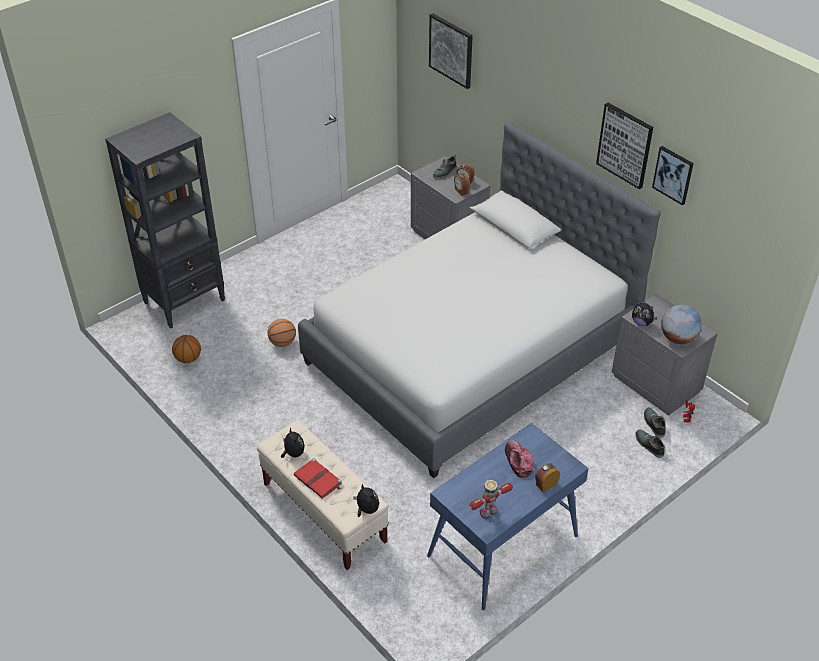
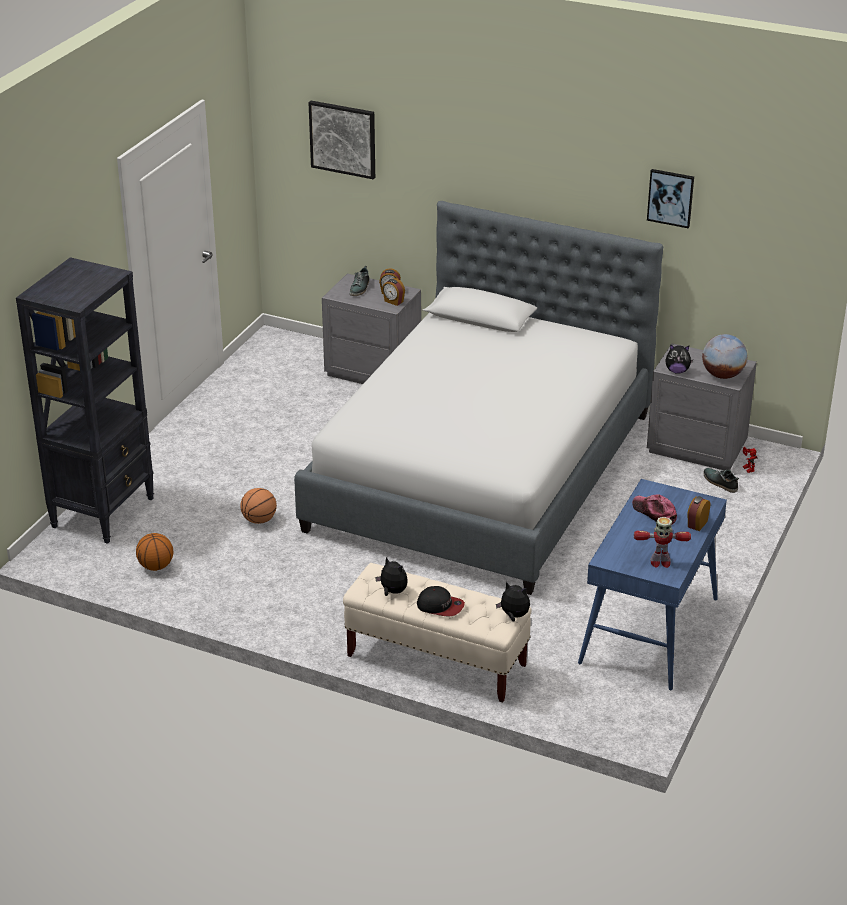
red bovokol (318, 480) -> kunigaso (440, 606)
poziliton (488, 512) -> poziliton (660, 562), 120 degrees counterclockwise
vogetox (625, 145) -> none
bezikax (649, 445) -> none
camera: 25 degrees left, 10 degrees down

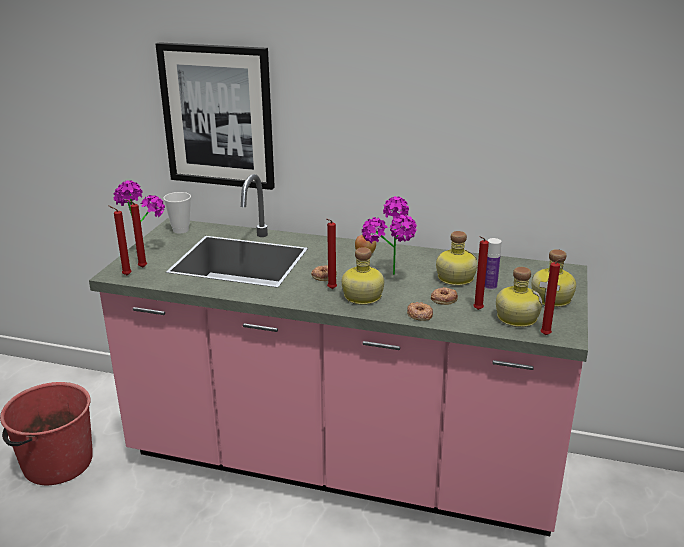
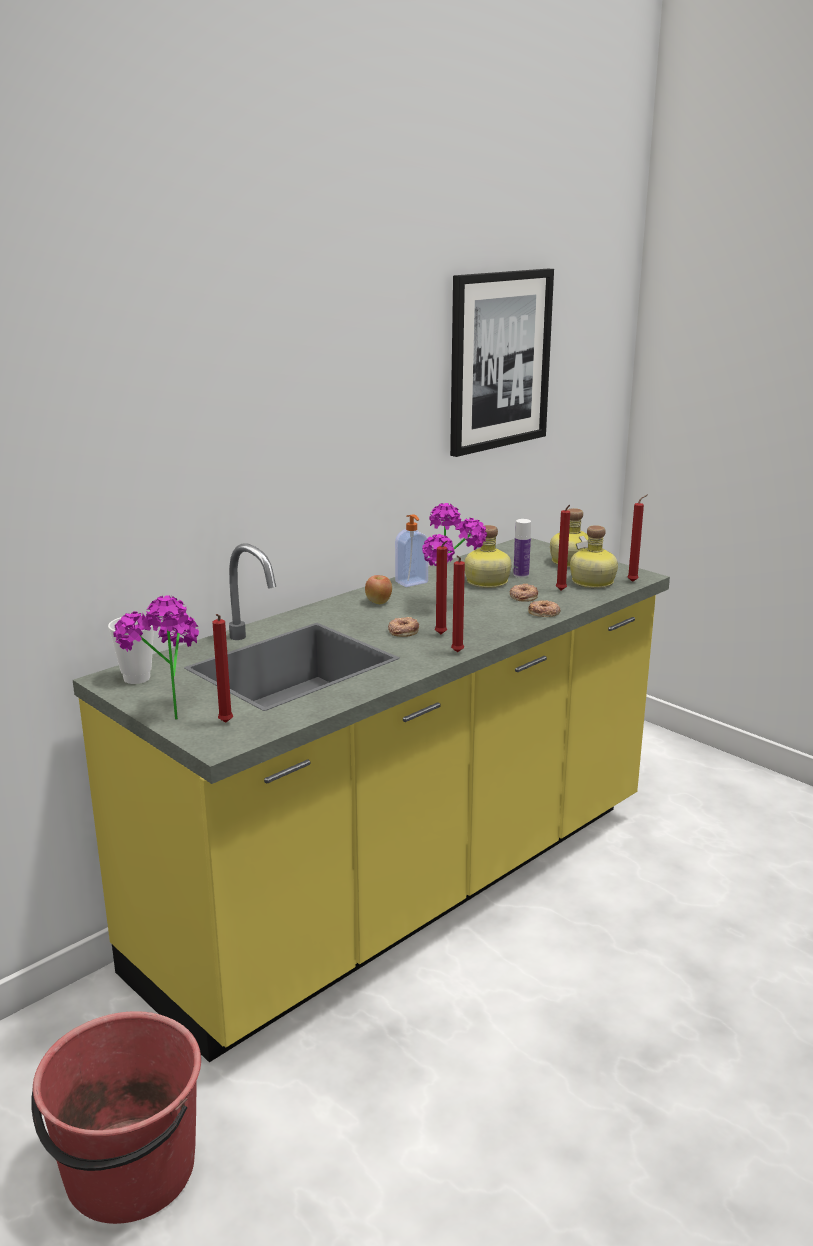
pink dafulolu (342, 464) -> yellow dafulolu (406, 889)
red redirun (125, 275) -> red redirun (456, 653), moved
vogetox (218, 116) -> vogetox (499, 360), moved
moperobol (361, 297) -> none
none -> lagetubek (412, 582)
camera: 60 degrees left, 5 degrees down

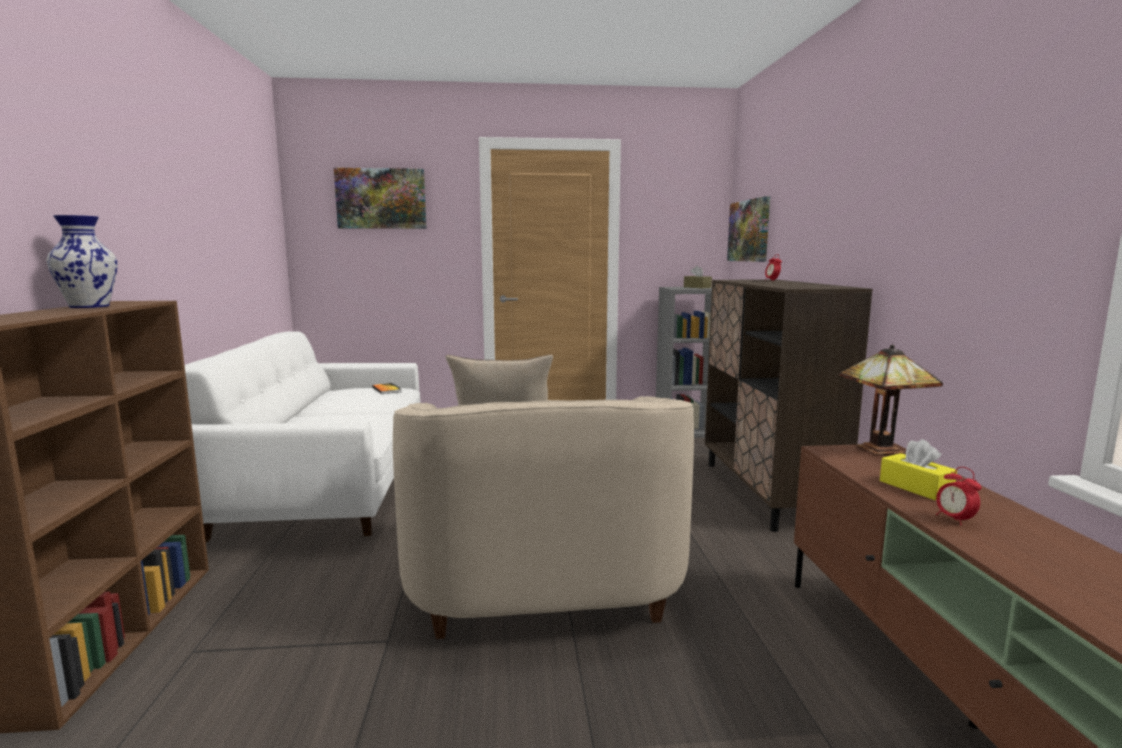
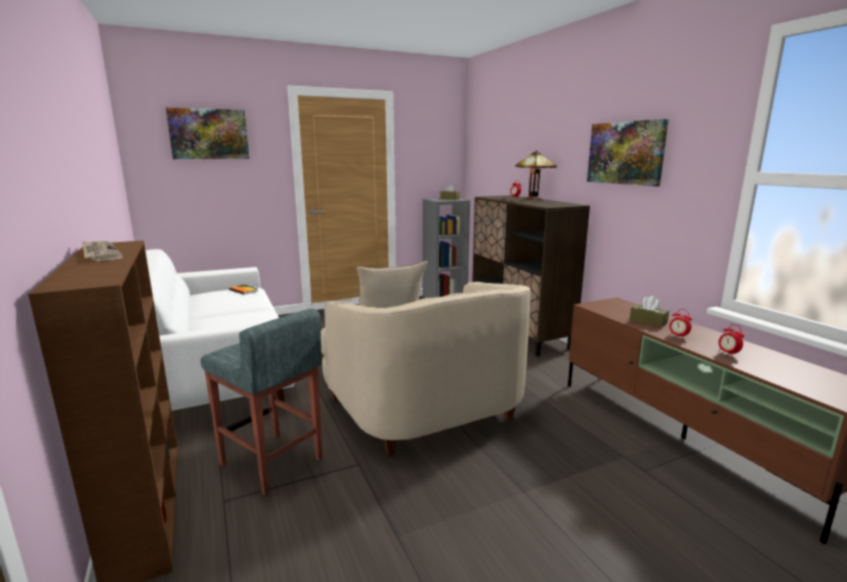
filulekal (89, 306) -> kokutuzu (100, 253)
vogetox (749, 231) -> vogetox (625, 153), moved
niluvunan (881, 449) -> niluvunan (533, 199), moved
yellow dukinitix (915, 487) -> brown dukinitix (648, 322)
none -> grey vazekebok (272, 462)
none -> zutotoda (728, 353)
camera: 20 degrees left, 5 degrees up

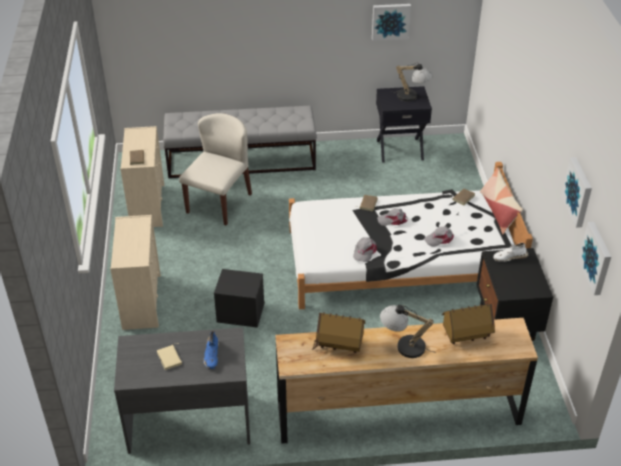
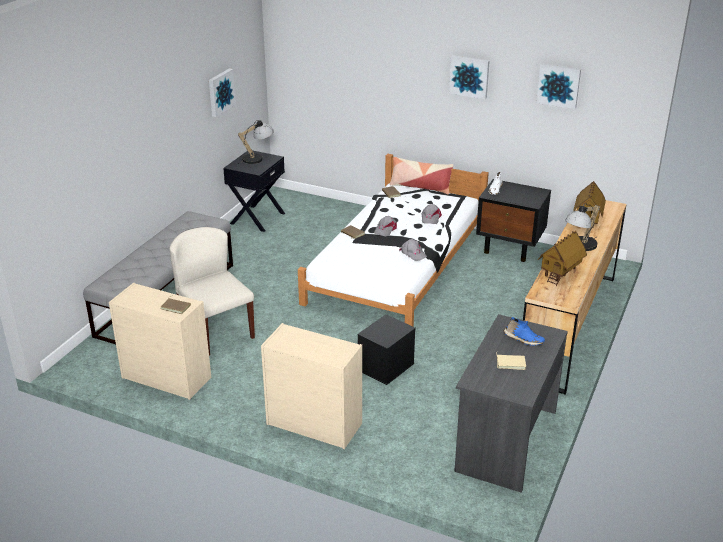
vogetox (597, 258) -> vogetox (469, 76), moved
camera: 60 degrees left, 10 degrees down

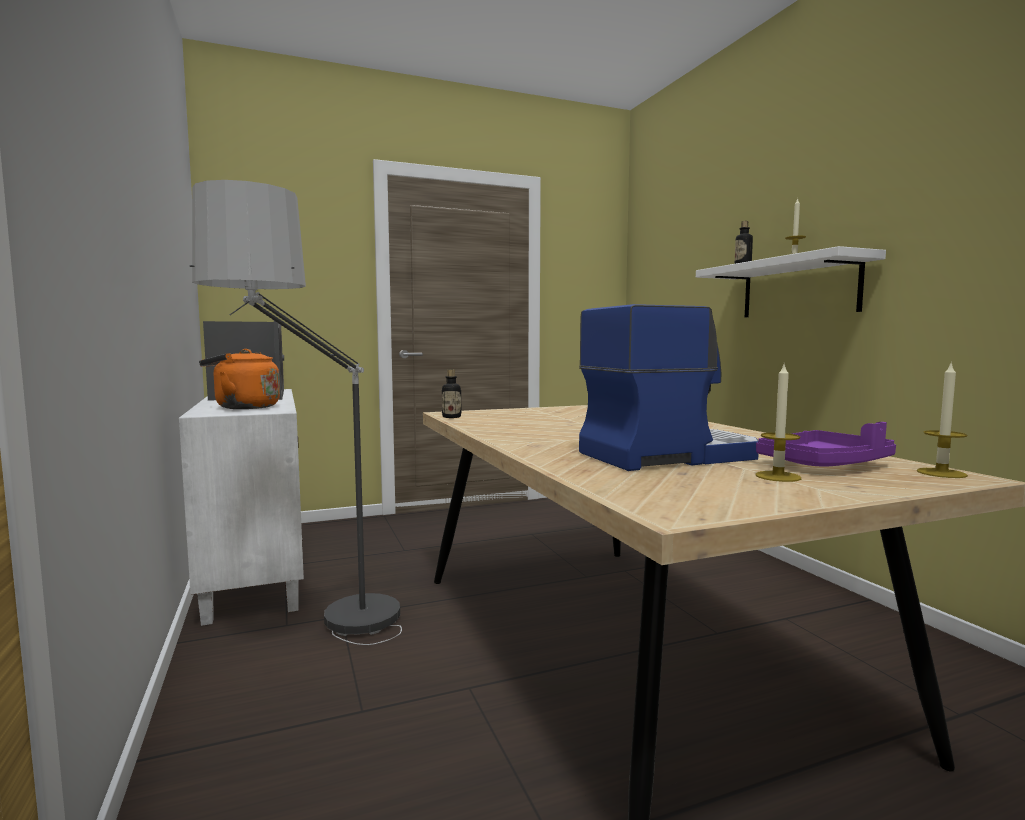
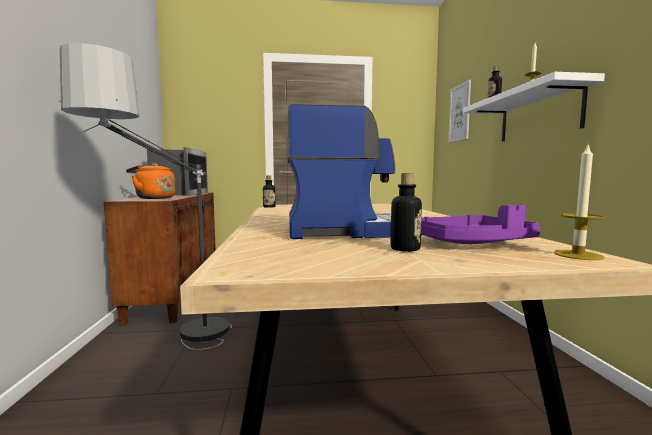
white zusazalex (255, 565) -> brown zusazalex (175, 294)
redirun (778, 476) -> moperobol (405, 249)
none -> vogetox (459, 113)
camera: 15 degrees right, 0 degrees up

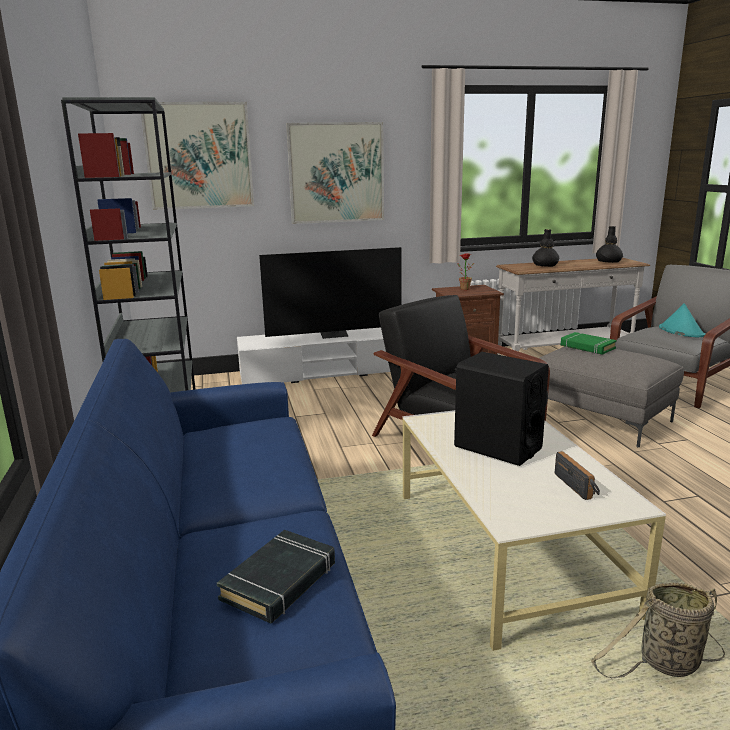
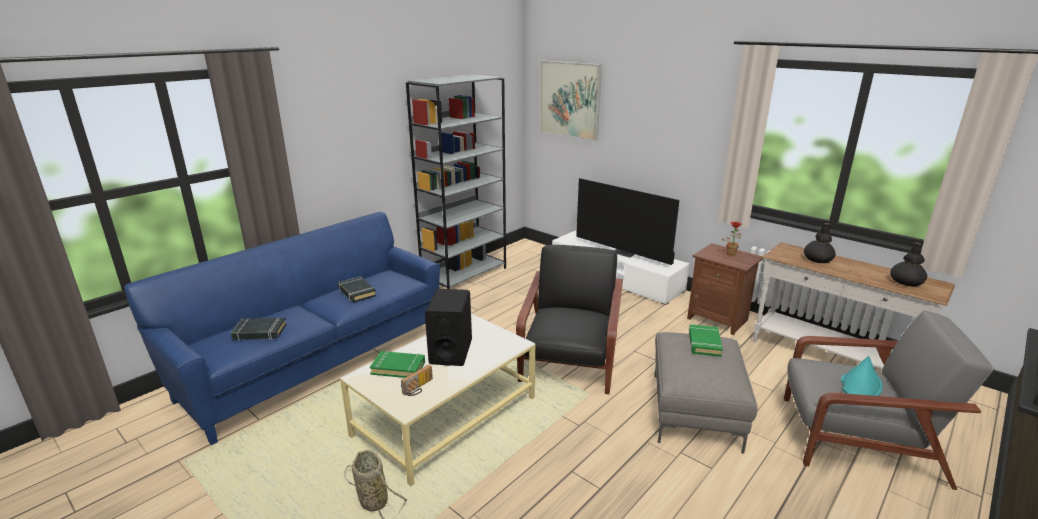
vogetox (336, 173) -> none
none -> black bovokol (356, 292)
none -> green bovokol (398, 368)
camera: 55 degrees right, 5 degrees up

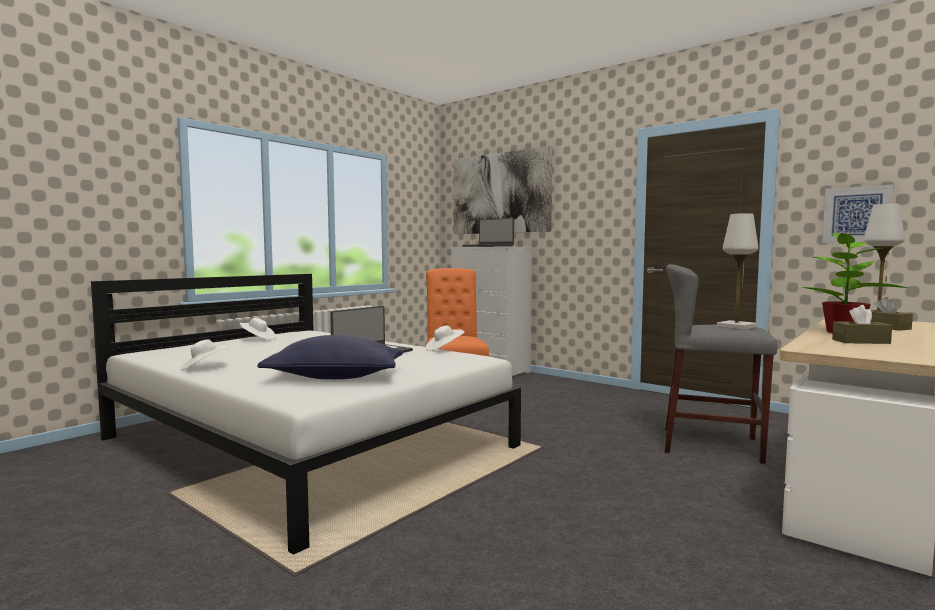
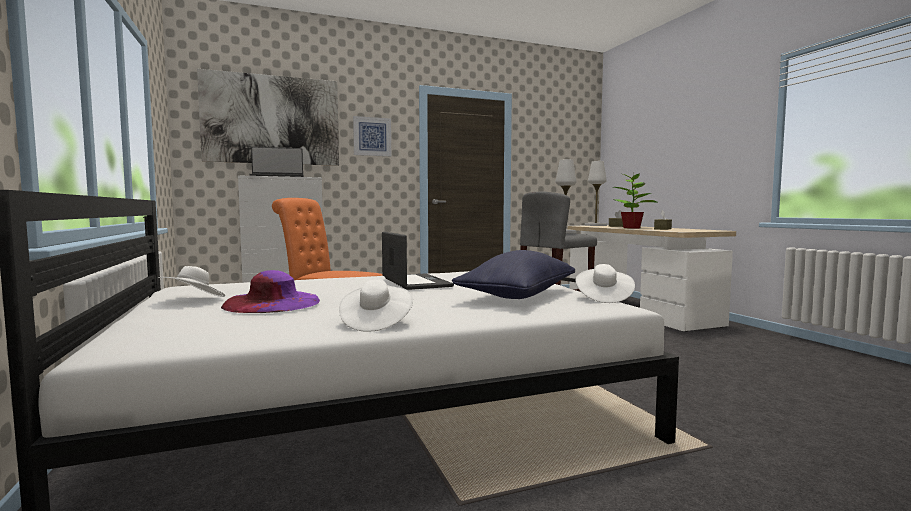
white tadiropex (444, 349) -> white tadiropex (603, 298), moved
vogetox (856, 214) -> vogetox (372, 136), moved
none -> purple tadiropex (272, 303)
camera: 60 degrees left, 0 degrees up

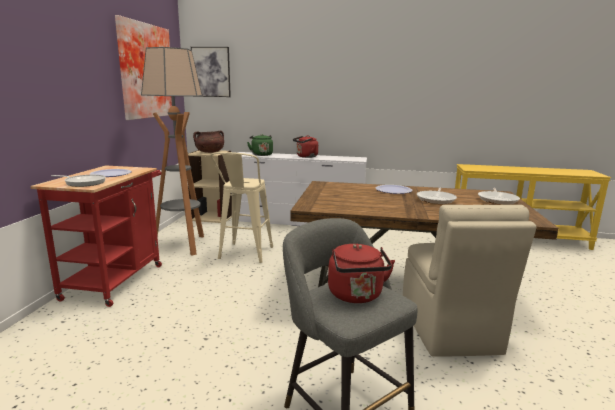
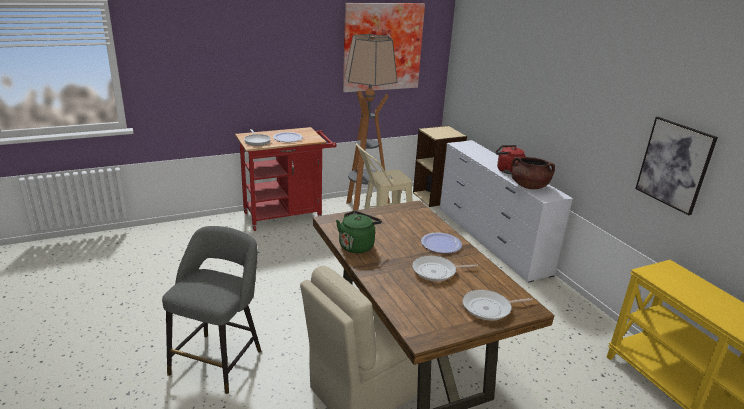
vogetox (211, 72) -> vogetox (674, 164), moved
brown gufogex (210, 152) -> brown gufogex (529, 186), moved
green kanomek (261, 154) -> green kanomek (357, 245), moved
red kanomek (356, 296) -> none
camera: 55 degrees right, 10 degrees up

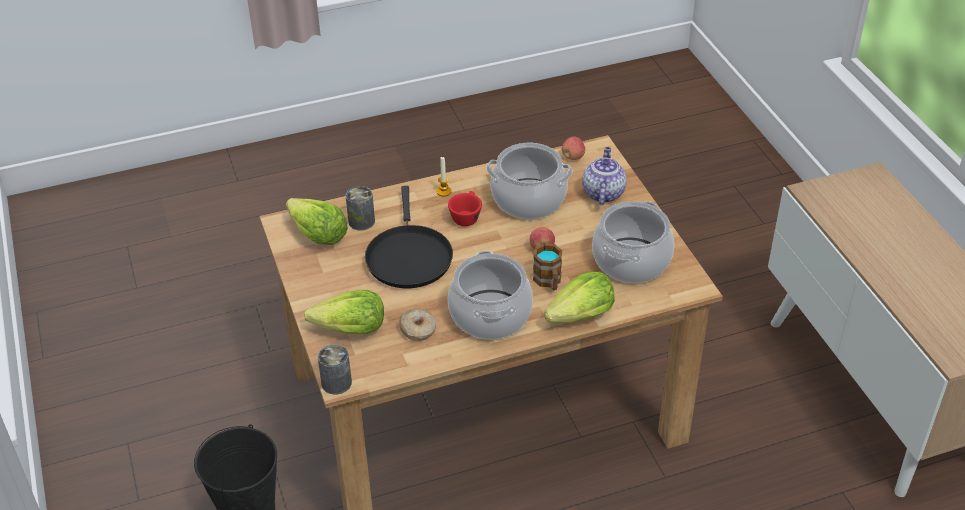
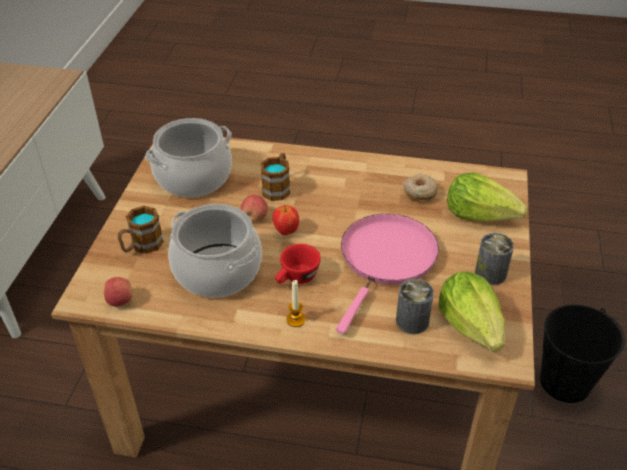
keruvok (336, 383) -> keruvok (490, 274), moved
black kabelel (408, 257) -> pink kabelel (386, 259)
gufogex (489, 315) -> none
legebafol (581, 316) -> none
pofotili (602, 193) -> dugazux (142, 246)
none -> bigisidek (286, 231)
camera: 150 degrees left, 0 degrees up

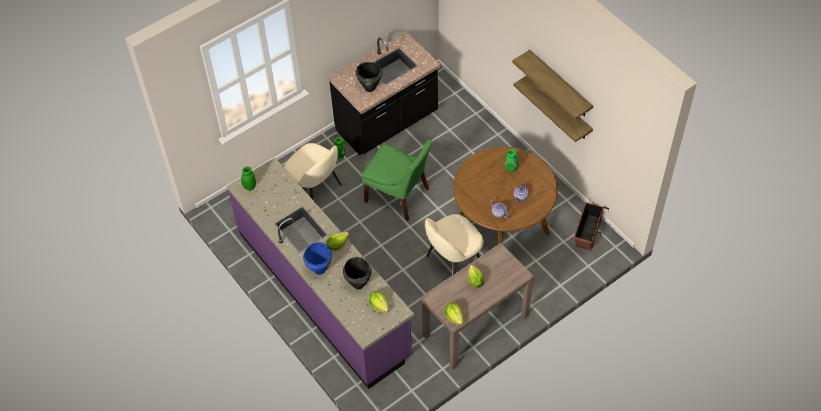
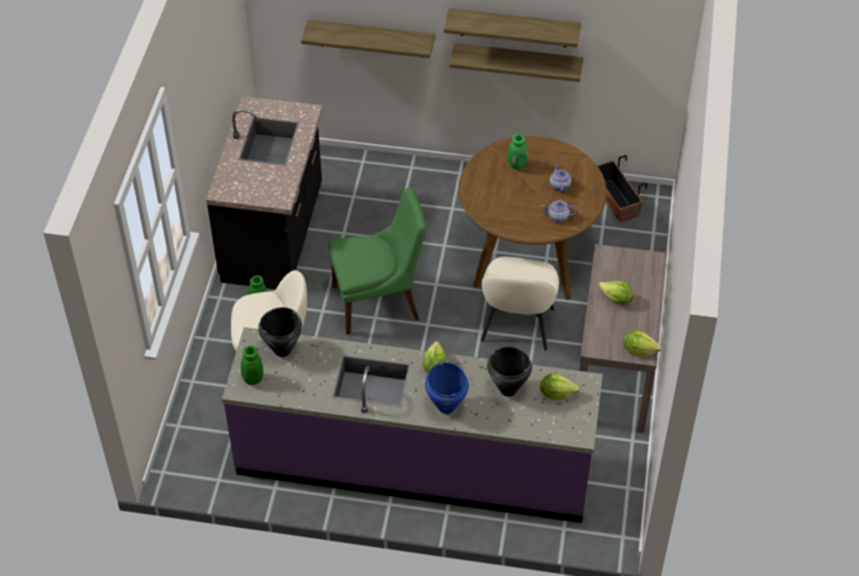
black gufogex (369, 88) -> black gufogex (282, 350), moved
none -> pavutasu (371, 39)
camera: 45 degrees left, 5 degrees down

